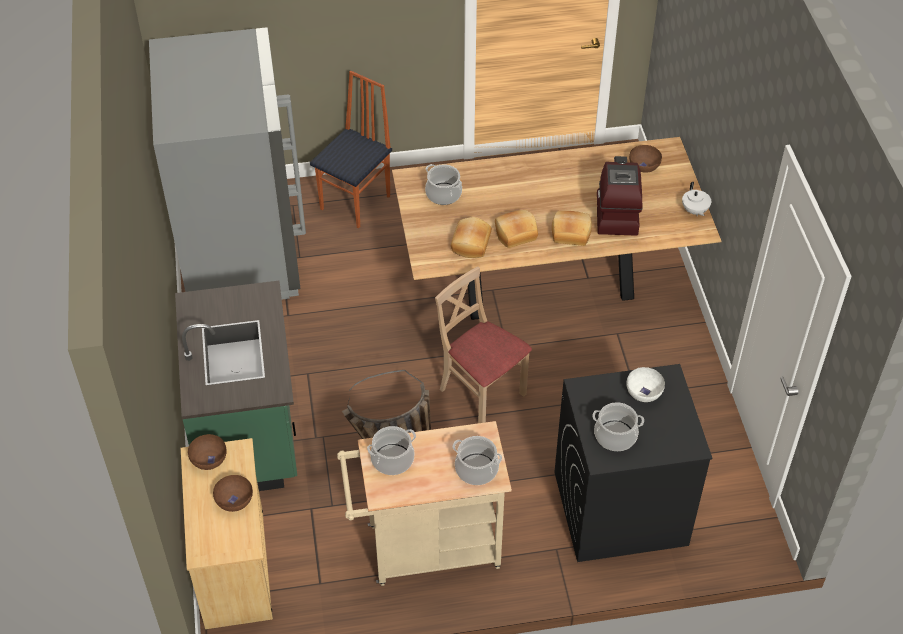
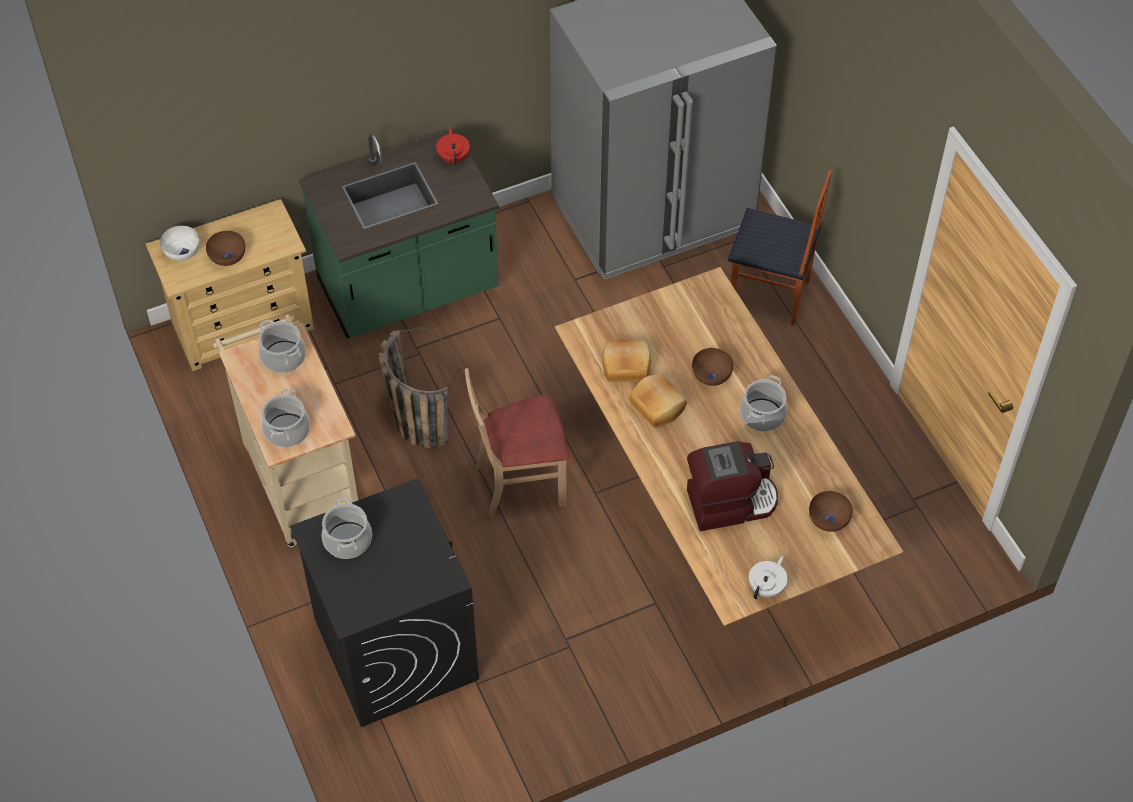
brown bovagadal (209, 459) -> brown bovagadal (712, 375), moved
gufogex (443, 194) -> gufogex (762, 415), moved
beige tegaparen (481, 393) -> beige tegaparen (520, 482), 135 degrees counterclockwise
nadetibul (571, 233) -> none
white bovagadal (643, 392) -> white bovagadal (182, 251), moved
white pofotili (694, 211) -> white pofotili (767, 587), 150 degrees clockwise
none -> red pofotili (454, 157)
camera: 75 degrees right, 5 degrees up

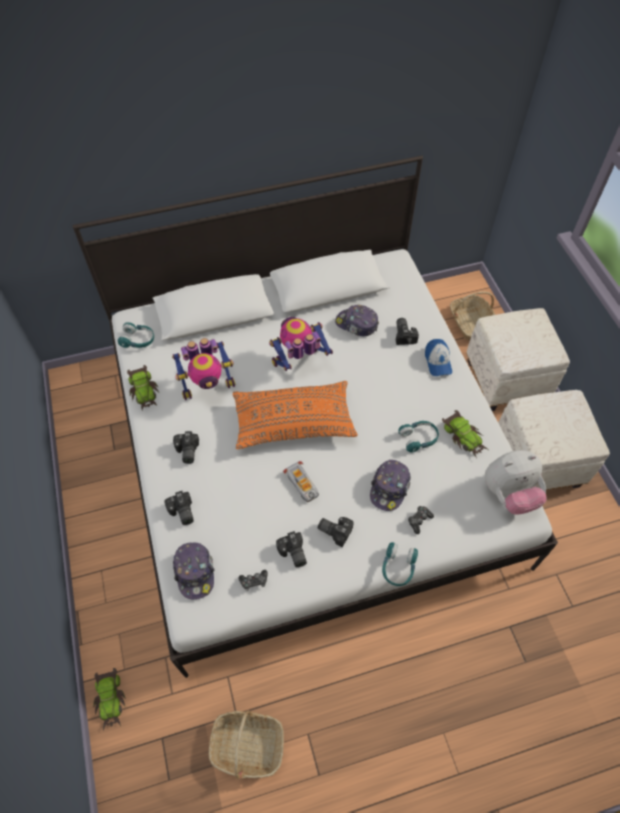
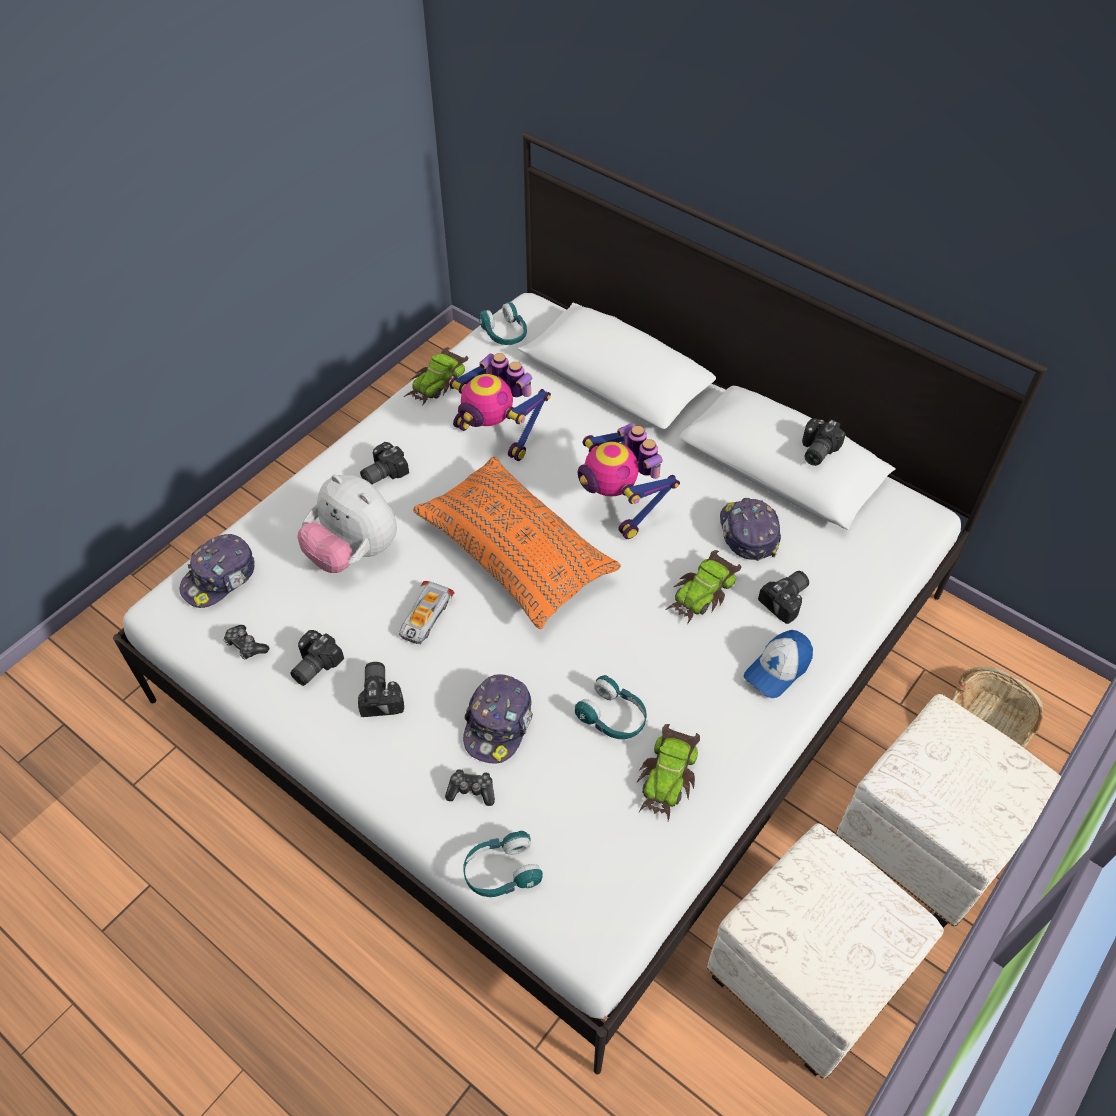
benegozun (110, 699) -> benegozun (702, 592), moved
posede (181, 513) -> posede (815, 450), moved
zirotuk (247, 745) -> none
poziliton (299, 362) -> poziliton (619, 505), 150 degrees counterclockwise
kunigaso (389, 488) -> kunigaso (498, 724), 60 degrees counterclockwise
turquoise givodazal (398, 567) -> turquoise givodazal (501, 871), moved
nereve (509, 493) -> nereve (353, 553), moved
camera: 55 degrees right, 5 degrees down

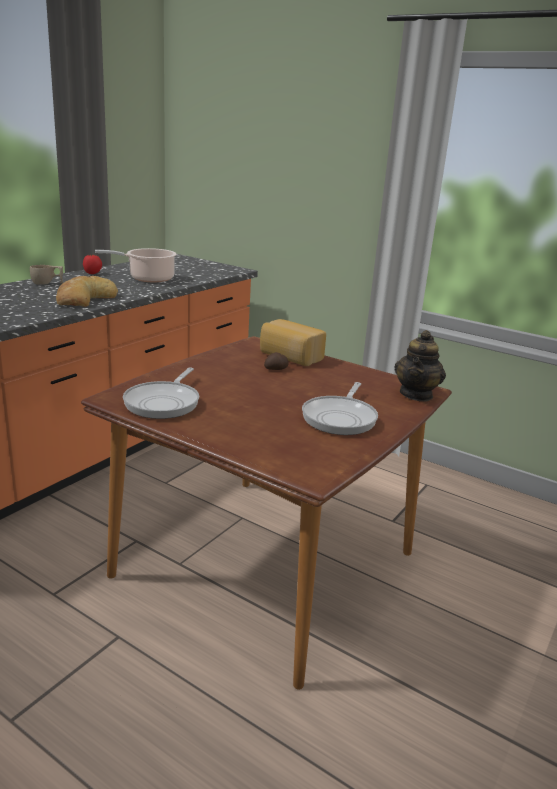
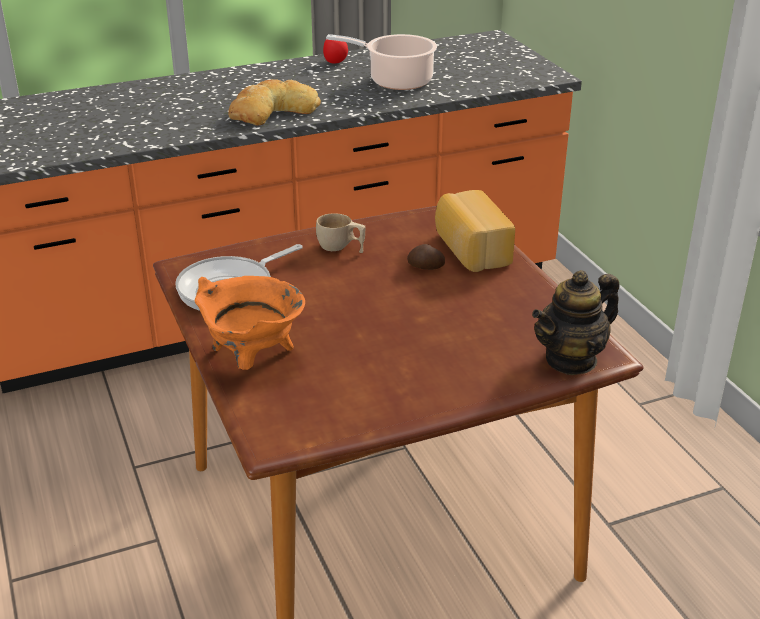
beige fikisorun (47, 283) -> beige fikisorun (341, 248), moved
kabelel (340, 418) -> none
none -> orange gufogex (253, 360)
camera: 35 degrees right, 10 degrees up

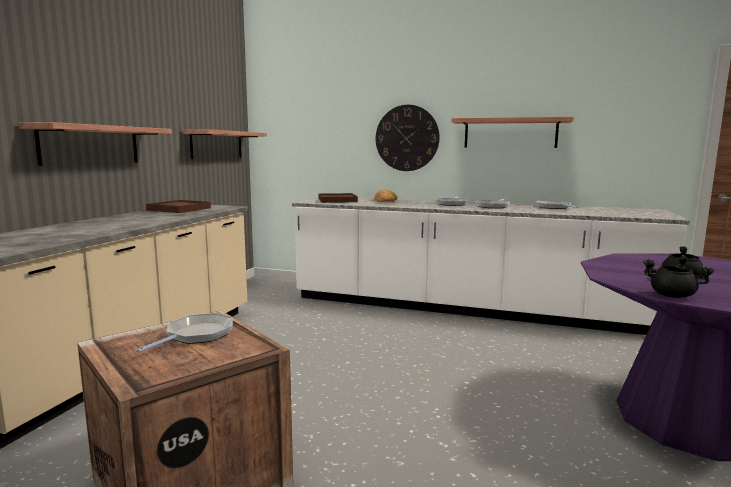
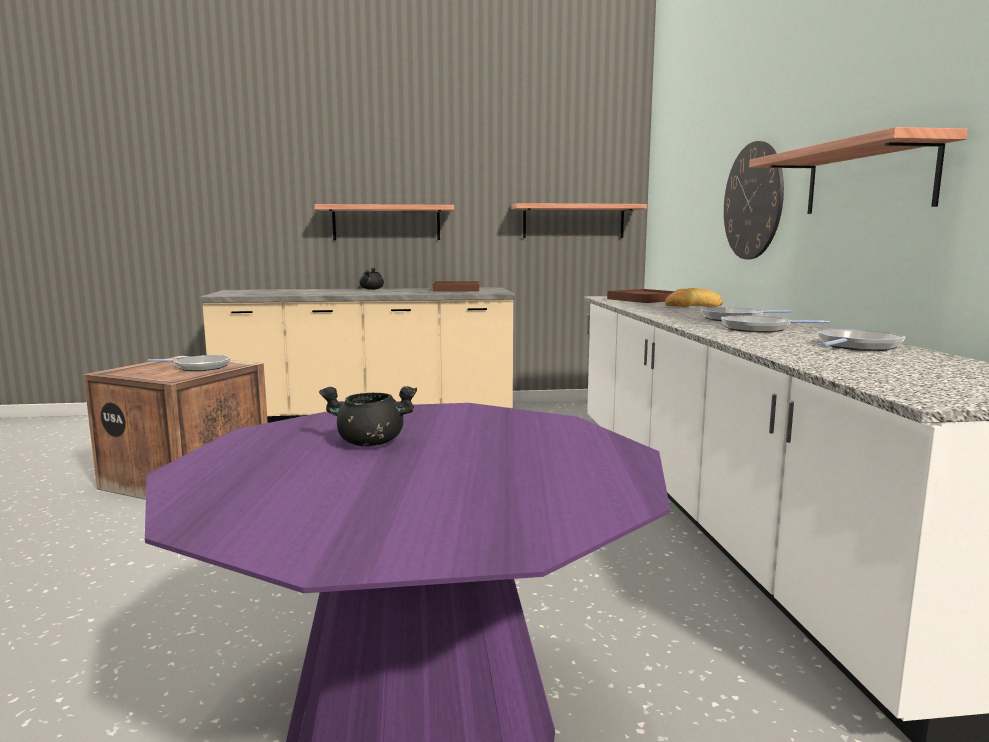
black gufogex (673, 296) -> black gufogex (372, 289), moved
camera: 65 degrees right, 0 degrees up

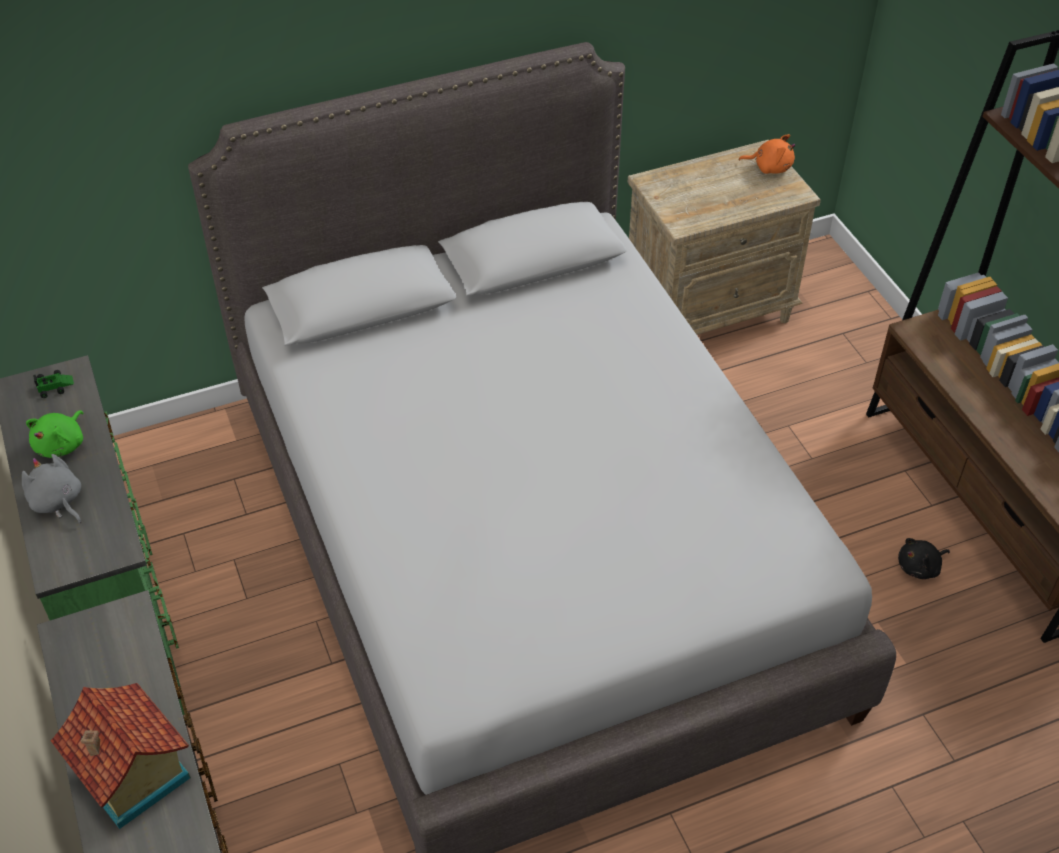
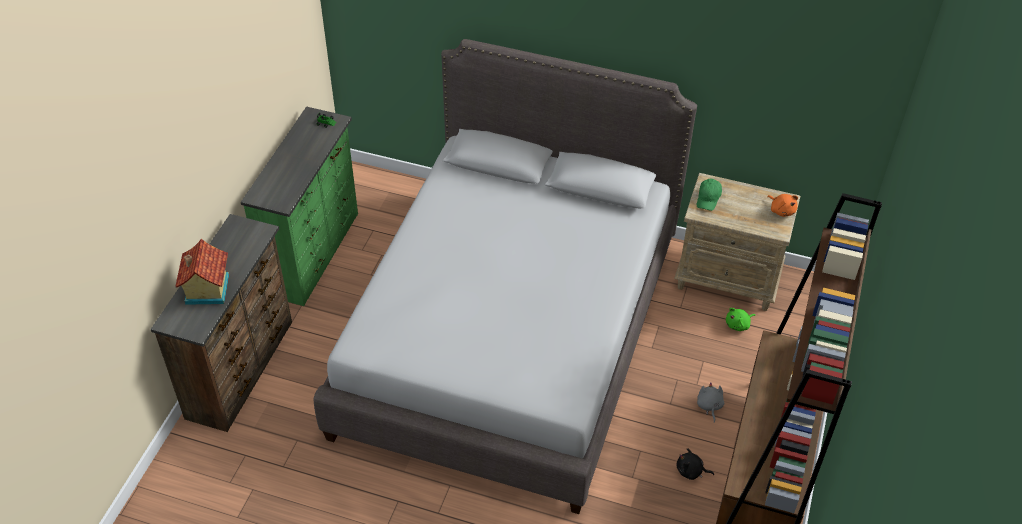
grey nereve (57, 502) -> grey nereve (709, 406), moved
green nereve (62, 444) -> green nereve (738, 324), moved
none -> green kunigaso (708, 199)
camera: 40 degrees right, 0 degrees up

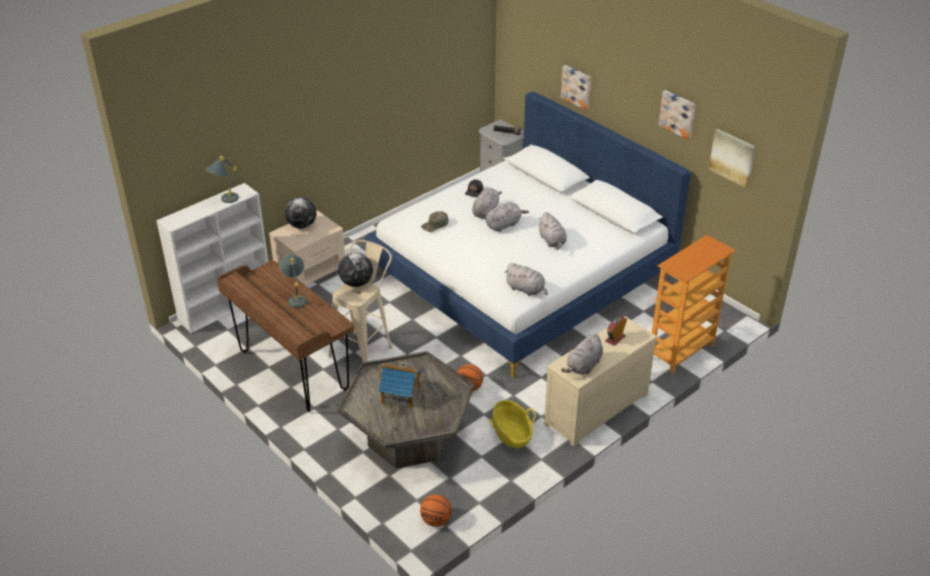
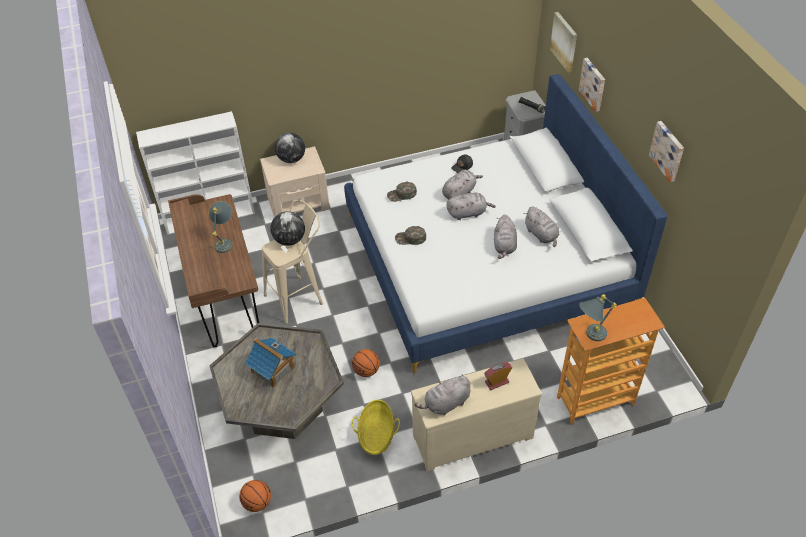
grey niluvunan (224, 201) -> grey niluvunan (589, 335), moved
grey nereve (526, 289) -> grey nereve (541, 235), moved
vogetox (732, 157) -> vogetox (564, 41), moved
none -> green kunigaso (410, 238)
camera: 25 degrees right, 10 degrees up

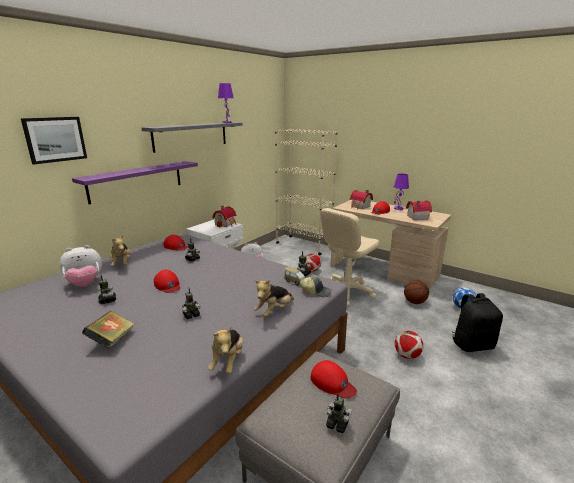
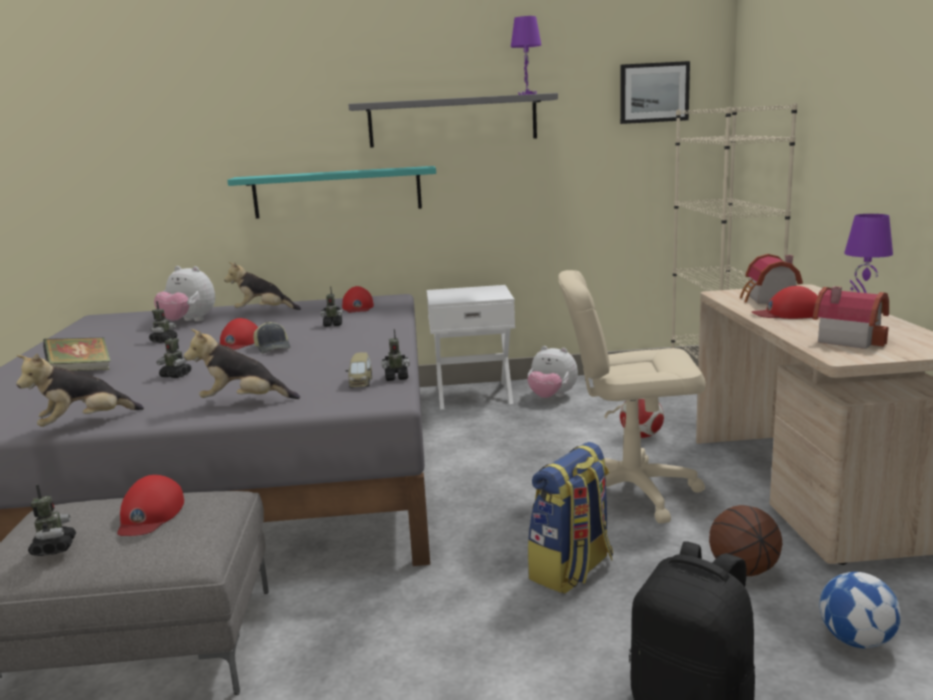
vogetox (55, 139) -> vogetox (654, 92), moved
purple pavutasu (137, 181) -> turquoise pavutasu (337, 192)
nereve (122, 263) -> nereve (263, 312), 60 degrees clockwise
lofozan (226, 224) -> none
kunigaso (316, 292) -> kunigaso (273, 348), moved
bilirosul (407, 355) -> none
none -> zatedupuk (572, 570)
camera: 50 degrees right, 5 degrees down

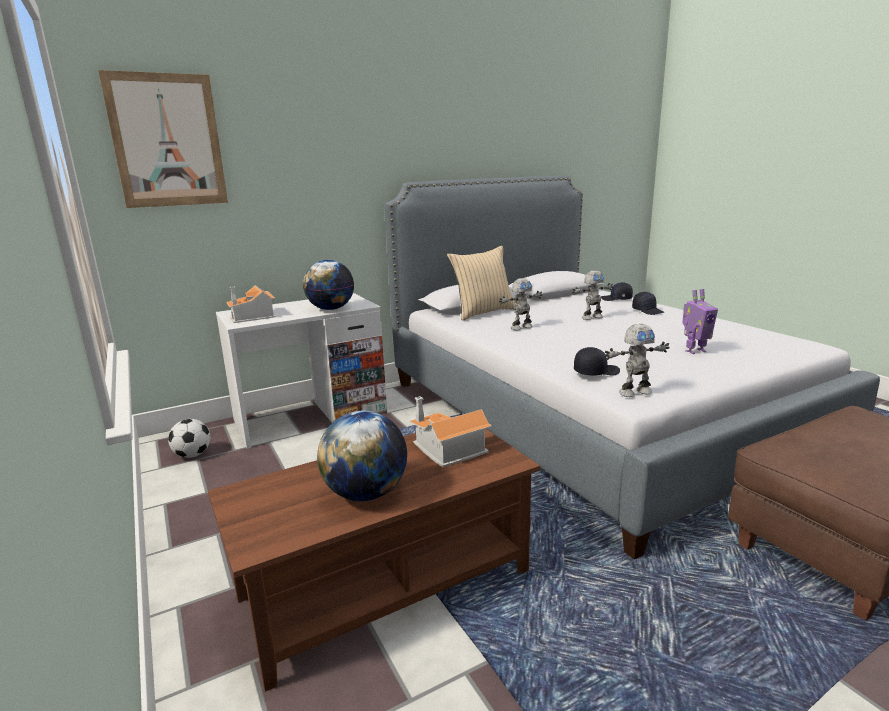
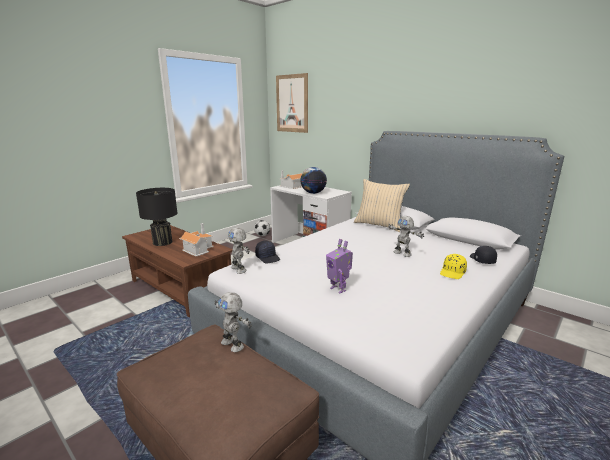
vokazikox (366, 493) -> black niluvunan (162, 242)
poziliton (521, 327) -> poziliton (233, 344), moved
black kunigaso (648, 311) -> yellow kunigaso (453, 272)
camera: 70 degrees right, 0 degrees up

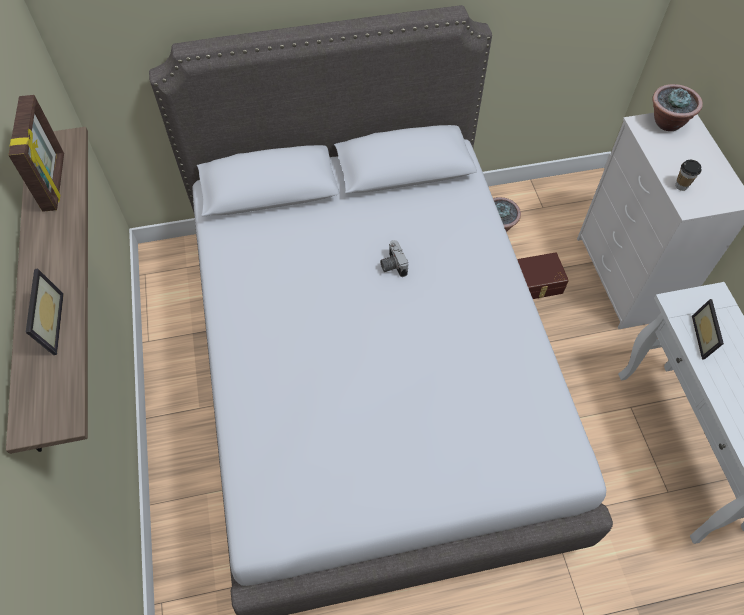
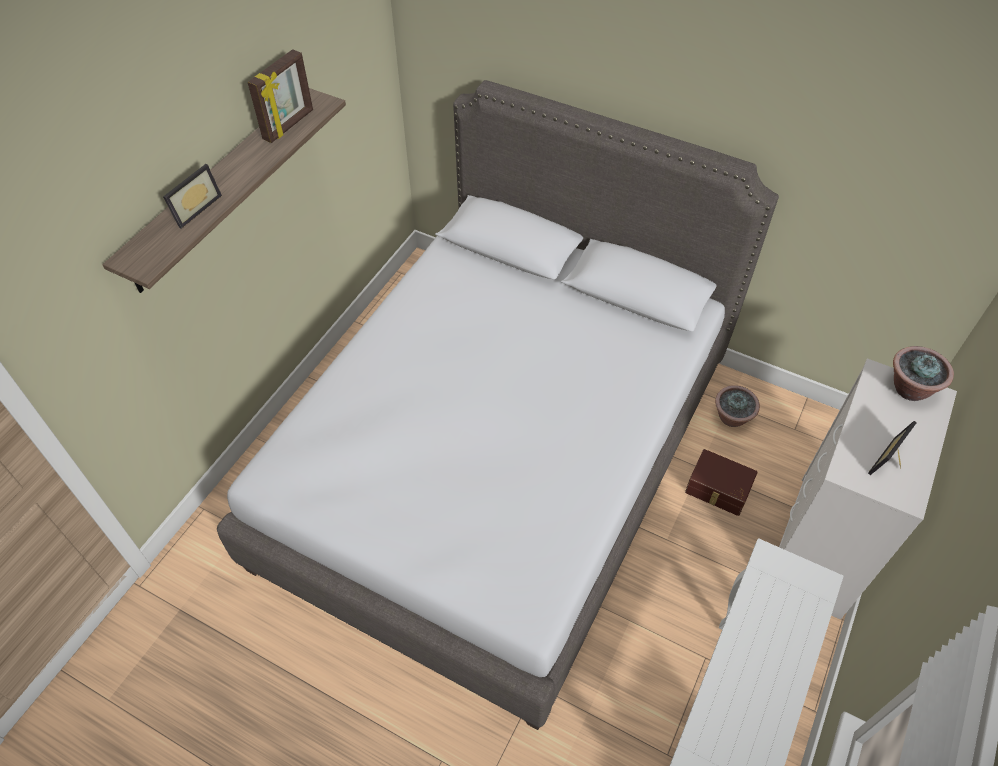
posede (392, 265) -> none
fikisorun (681, 186) -> none
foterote (706, 337) -> foterote (891, 461), moved
camera: 40 degrees right, 5 degrees down

